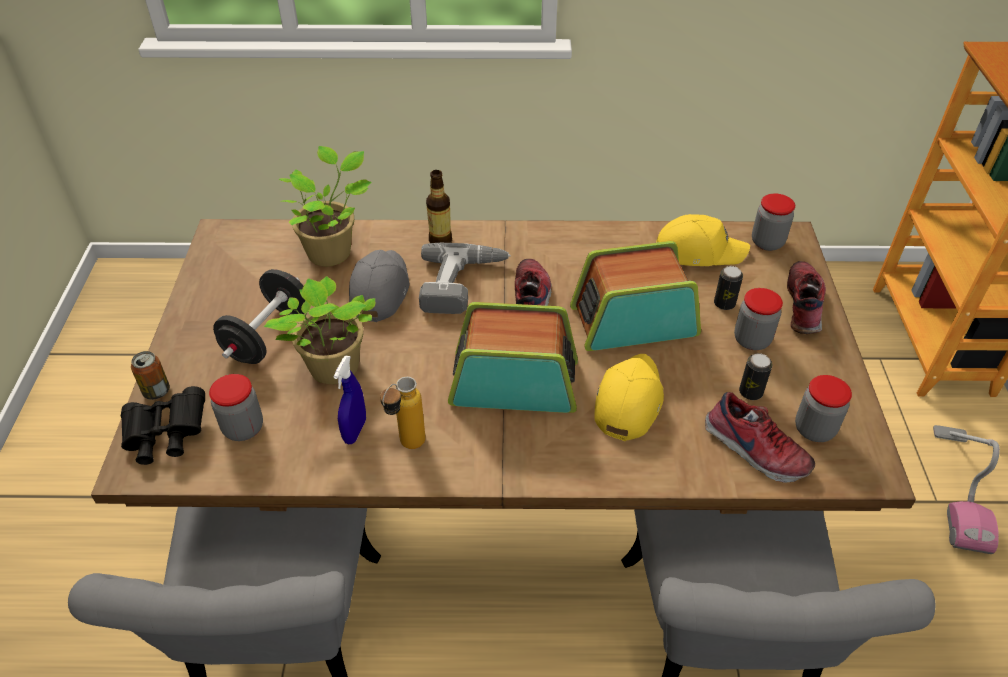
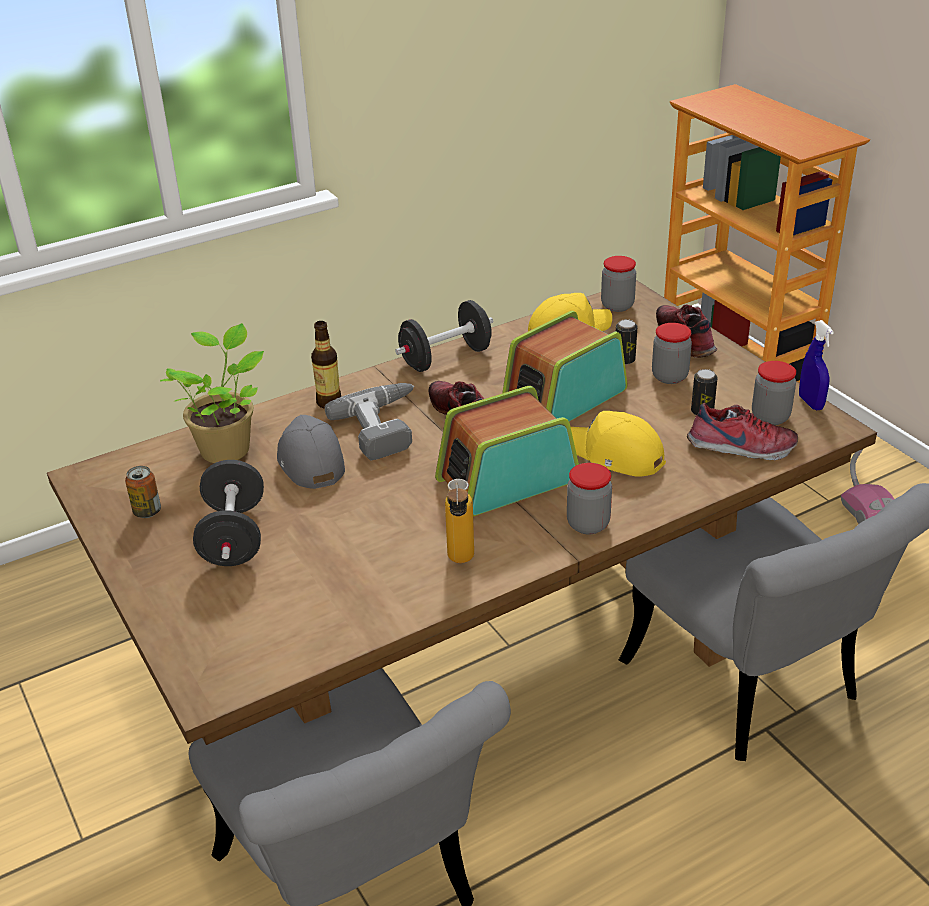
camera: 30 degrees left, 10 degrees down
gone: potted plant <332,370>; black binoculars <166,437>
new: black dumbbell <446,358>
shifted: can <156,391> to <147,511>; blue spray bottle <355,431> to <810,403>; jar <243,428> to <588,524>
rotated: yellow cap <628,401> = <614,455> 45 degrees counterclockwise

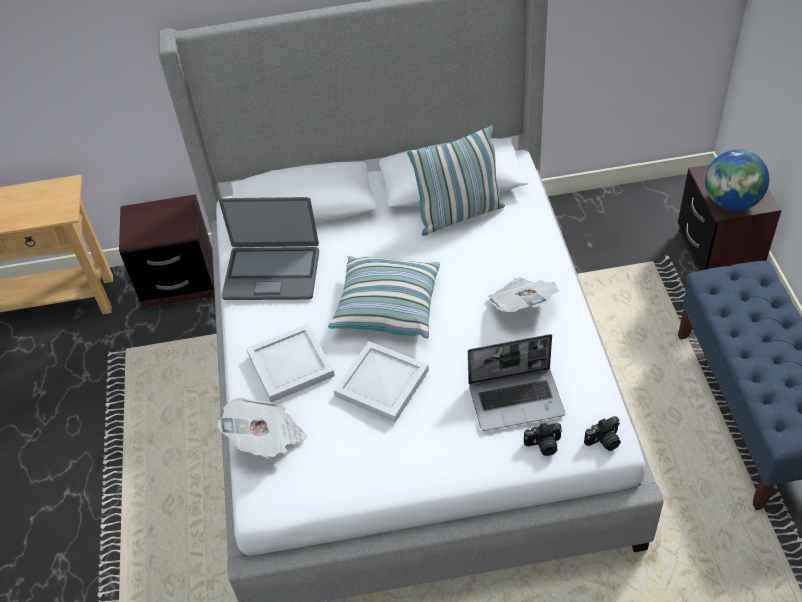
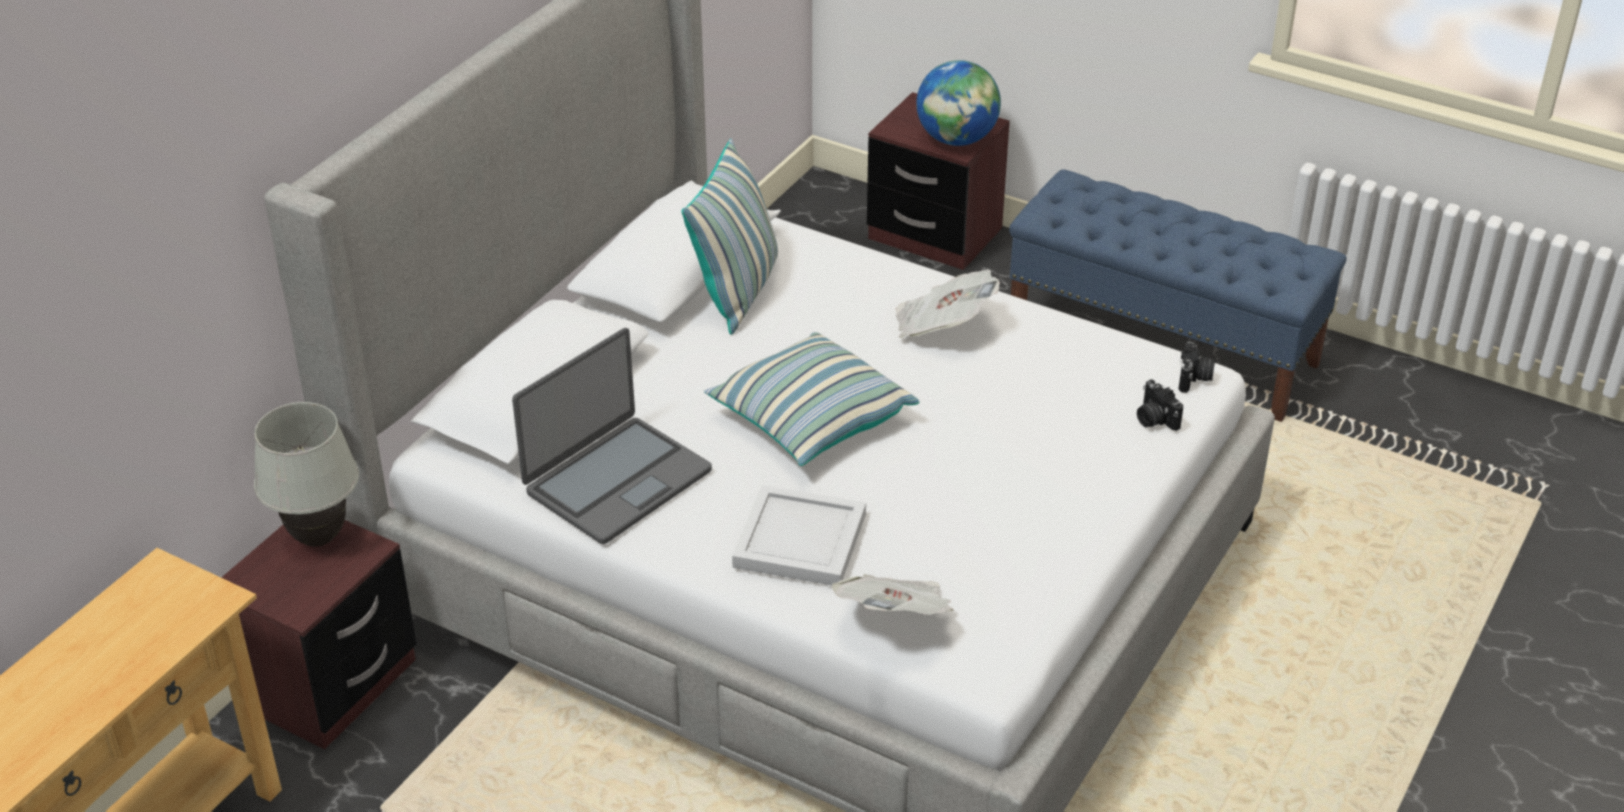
camera: 55 degrees left, 10 degrees down
gone: laptop <517,399>; white tray <382,384>
new: white table lamp <319,537>
rotated: photo camera <543,445> = <1154,419> 120 degrees clockwise

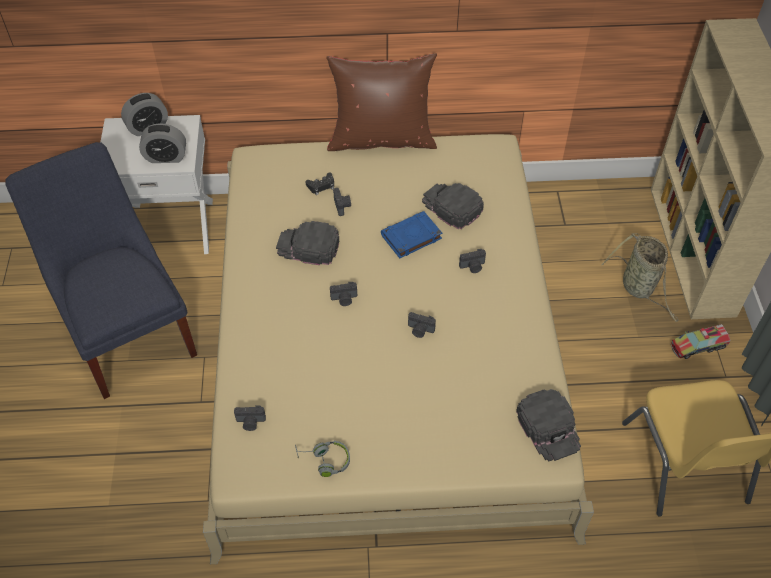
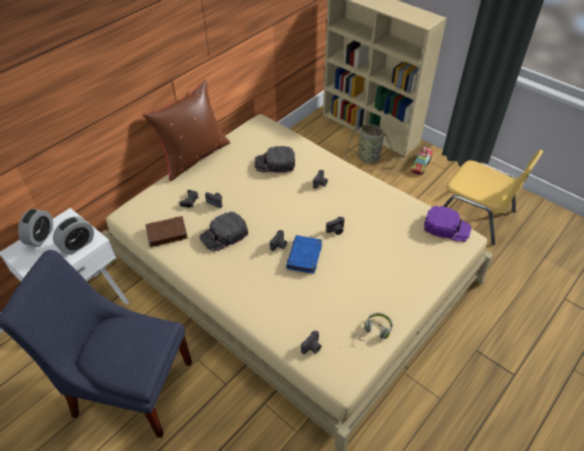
camera: 45 degrees left, 5 degrees down
new: brown book <166,233>
shifted: blue book <411,237> to <304,256>
repainted: black cap <549,428> to purple cap <447,227>

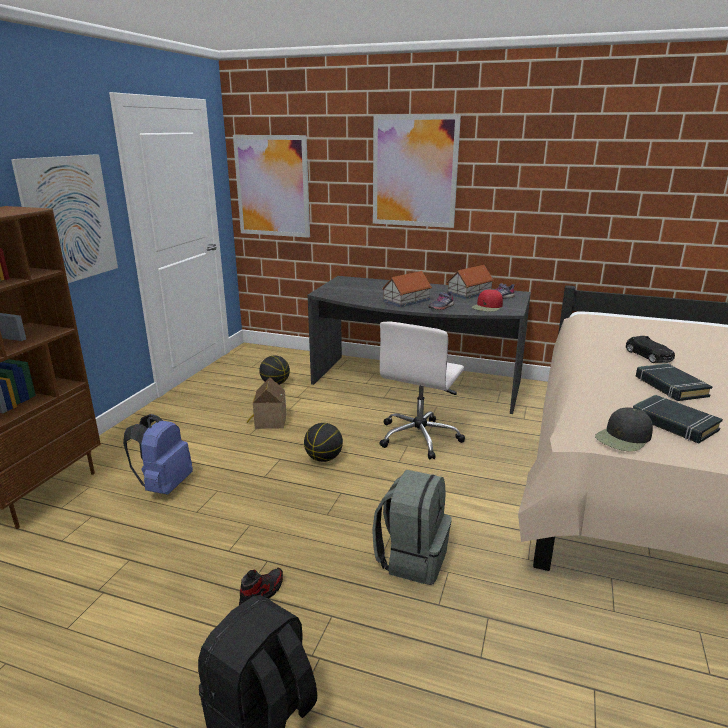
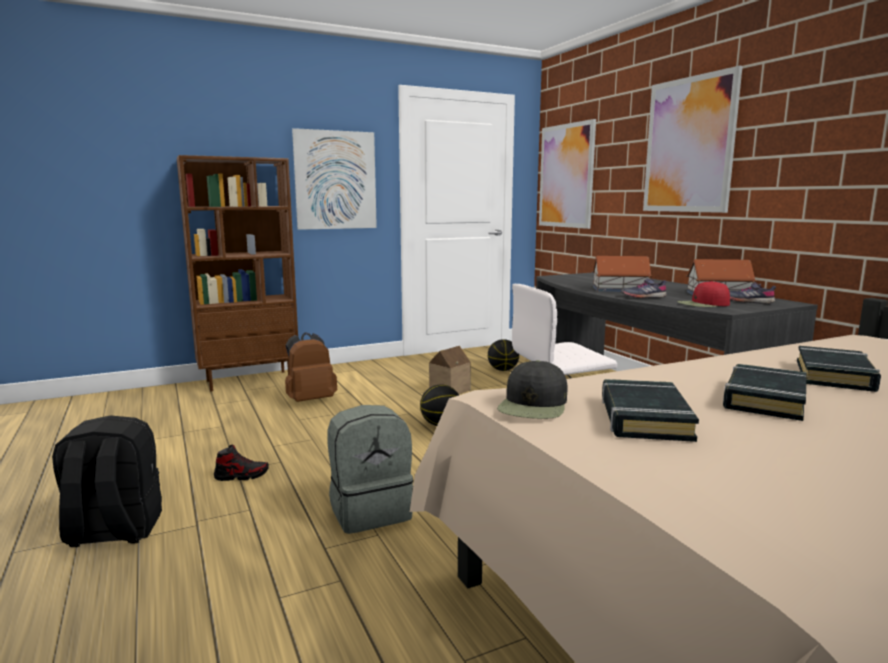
camera: 45 degrees right, 10 degrees down
swapped: black toy car <649,356> to black book <834,375>
repainted: blue backpack <164,486> to brown backpack <310,400>
rotated: black cap <624,438> = <534,405> 75 degrees counterclockwise

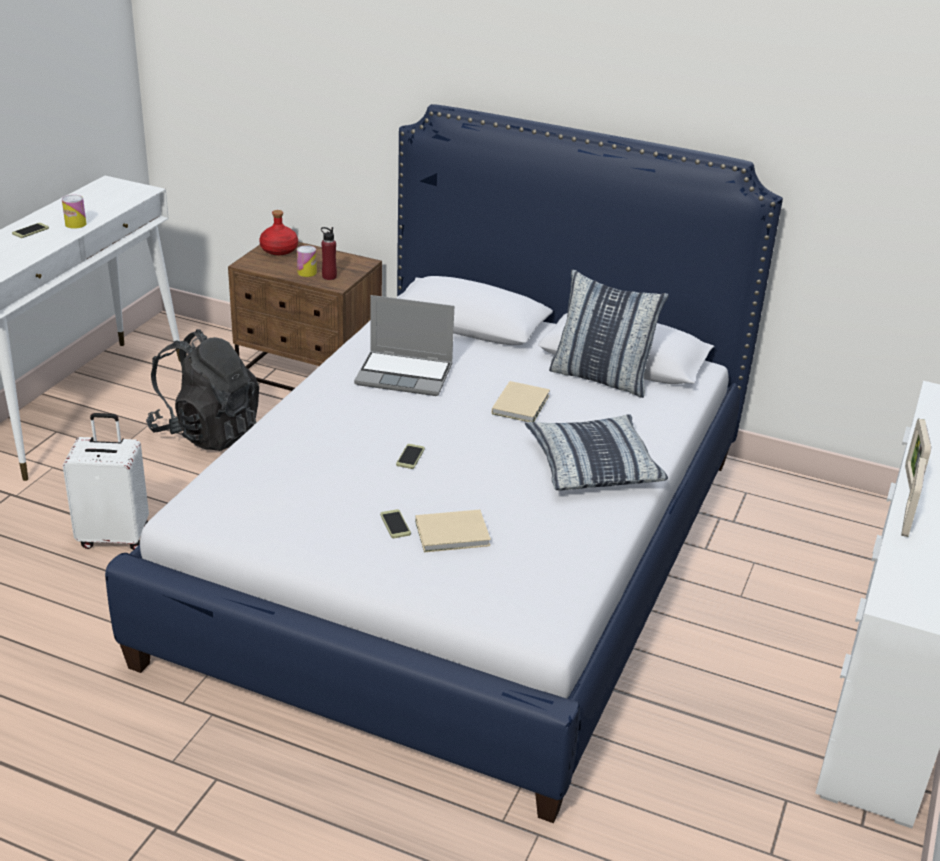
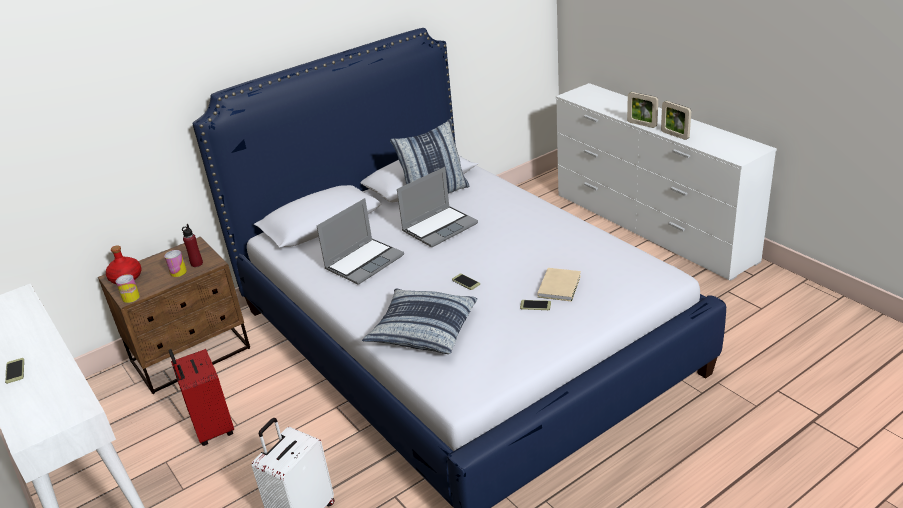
camera: 55 degrees left, 0 degrees up
shifted: can <75,224> to <131,297>; pillow <592,465> to <422,330>
swapped: black backpack <206,432> to red suitcase <212,429>; beige book <522,404> to laptop <440,227>

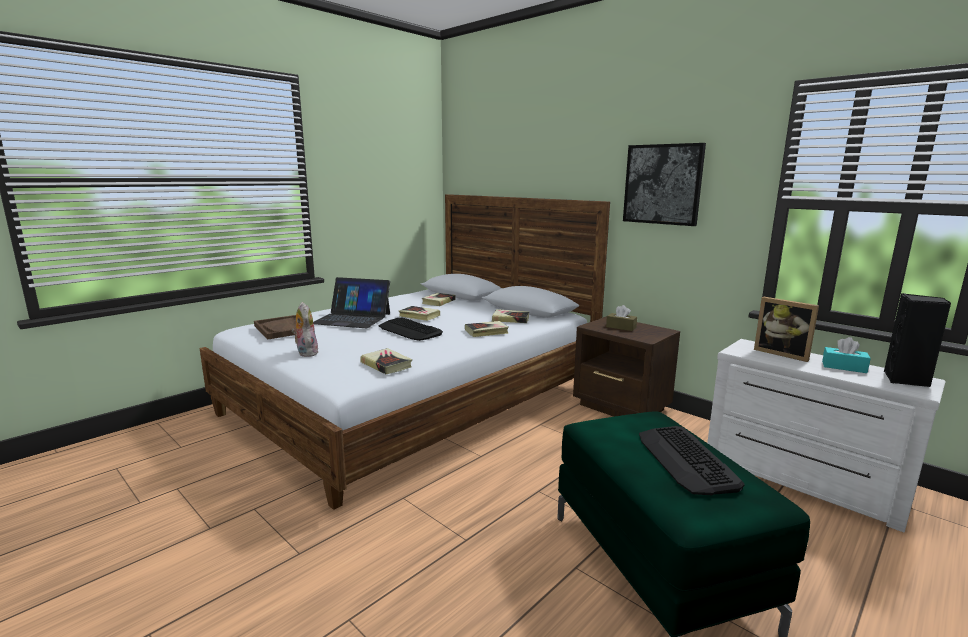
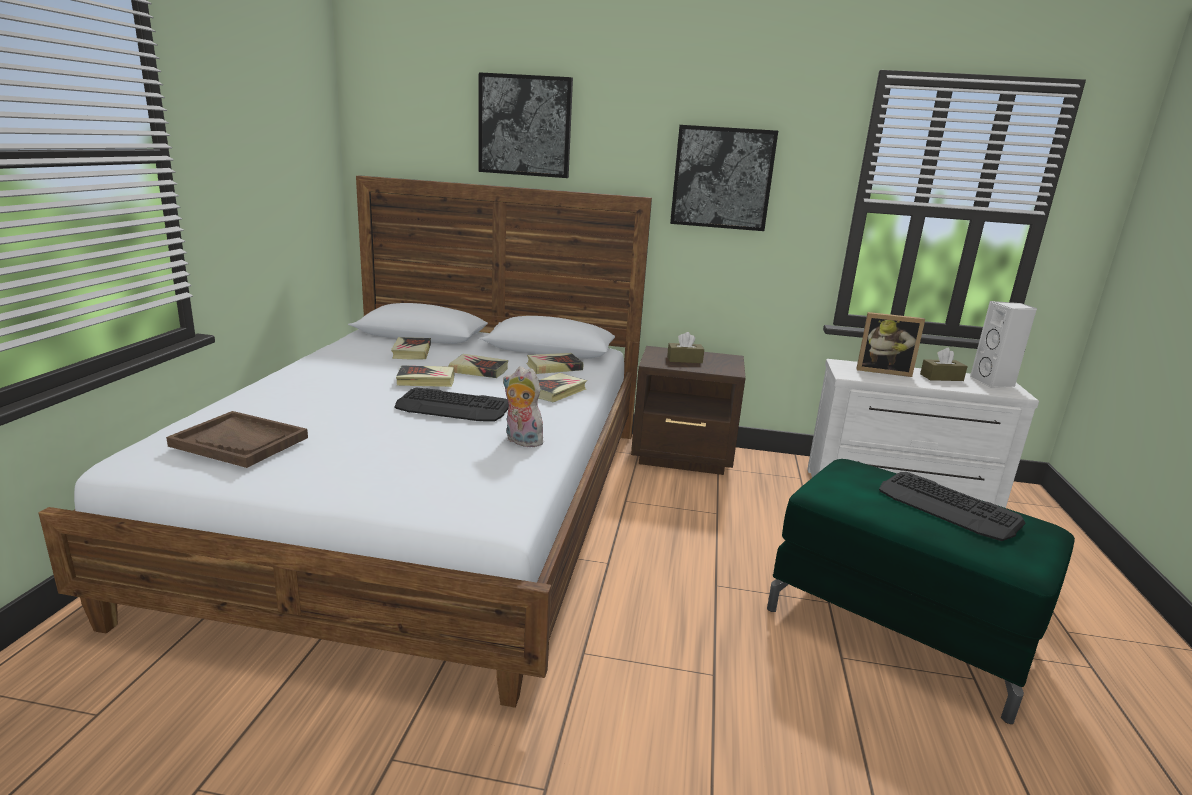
camera: 35 degrees left, 5 degrees up
gone: laptop <352,318>
new: picture <525,126>
shifted: plush toy <306,352> to <521,441>; book <386,365> to <478,370>
repainted: black speaker <906,380> to white speaker <993,382>; turquoise tissue box <844,367> to brown tissue box <941,377>

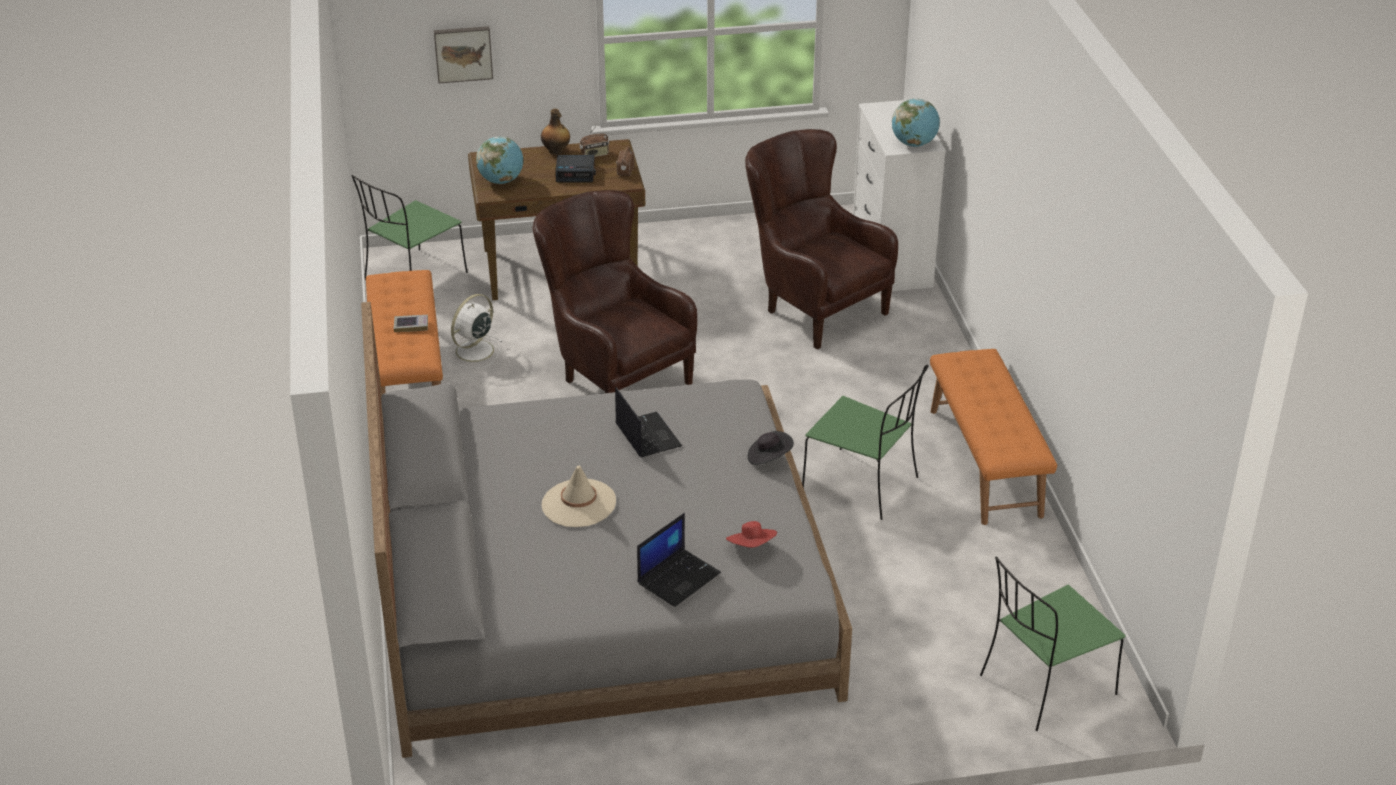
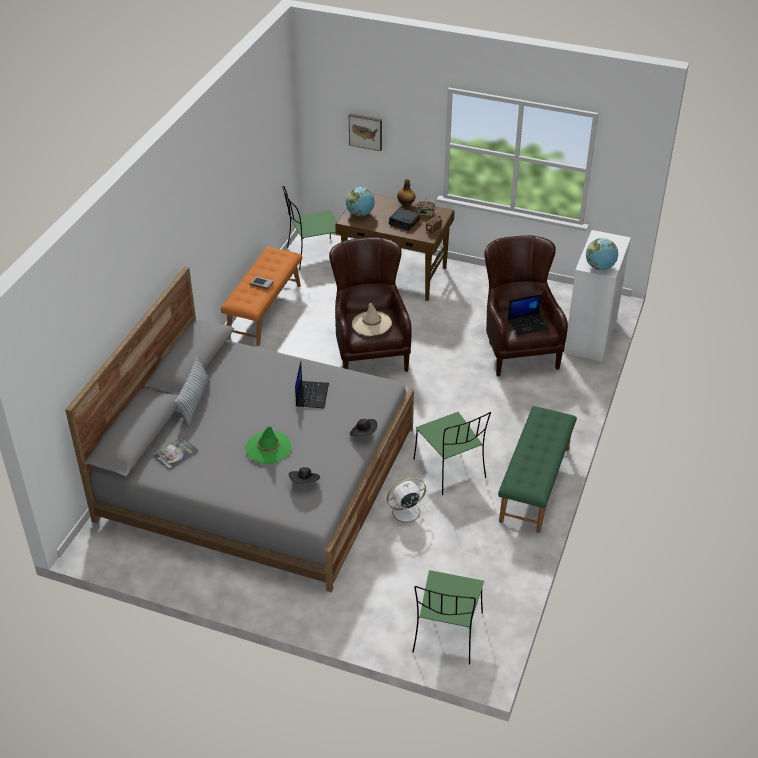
camera: 30 degrees right, 5 degrees up
new: pillow <194,403>; green hat <268,447>; book <175,454>
shifted: white fan <473,352> to <404,512>; beige hat <578,504> to <371,323>; laptop <678,577> to <528,324>
repainted: orange bench <986,462> to green bench <535,484>; red hat <752,547> to black hat <305,482>
rotated: green chair <1045,686> = <447,634> 75 degrees counterclockwise

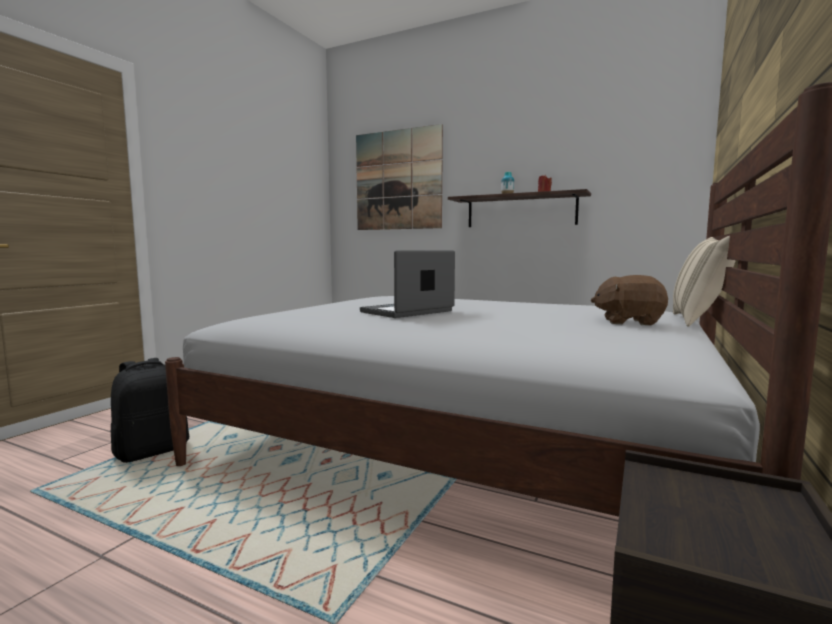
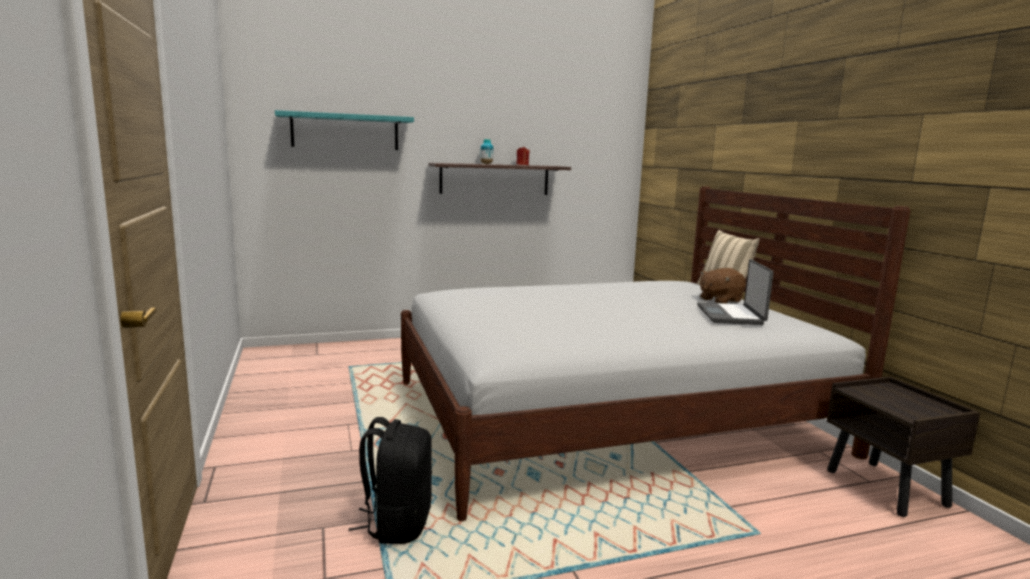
camera: 45 degrees left, 5 degrees up
shifted: laptop <408,312> to <731,315>
swapped: picture <398,180> to turquoise shelf <345,131>

